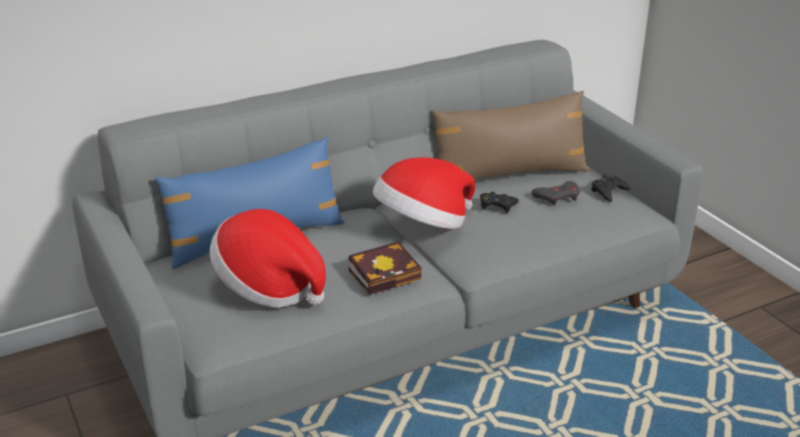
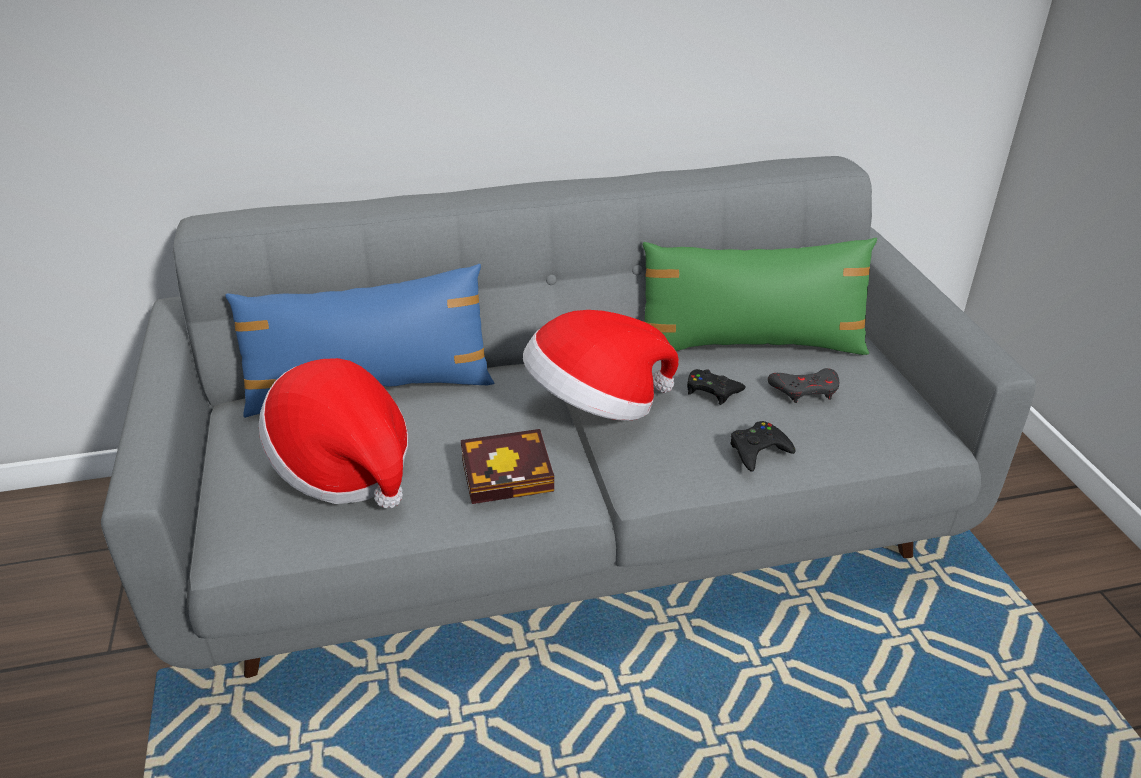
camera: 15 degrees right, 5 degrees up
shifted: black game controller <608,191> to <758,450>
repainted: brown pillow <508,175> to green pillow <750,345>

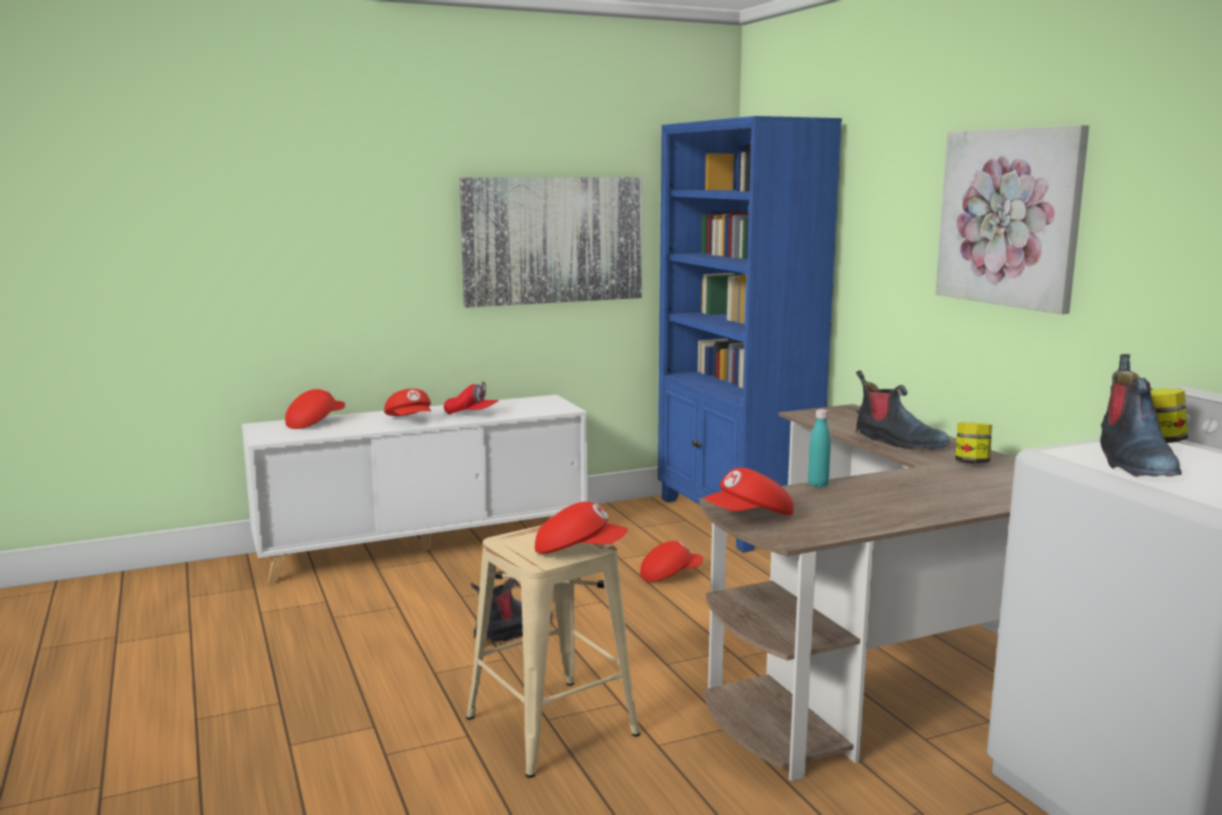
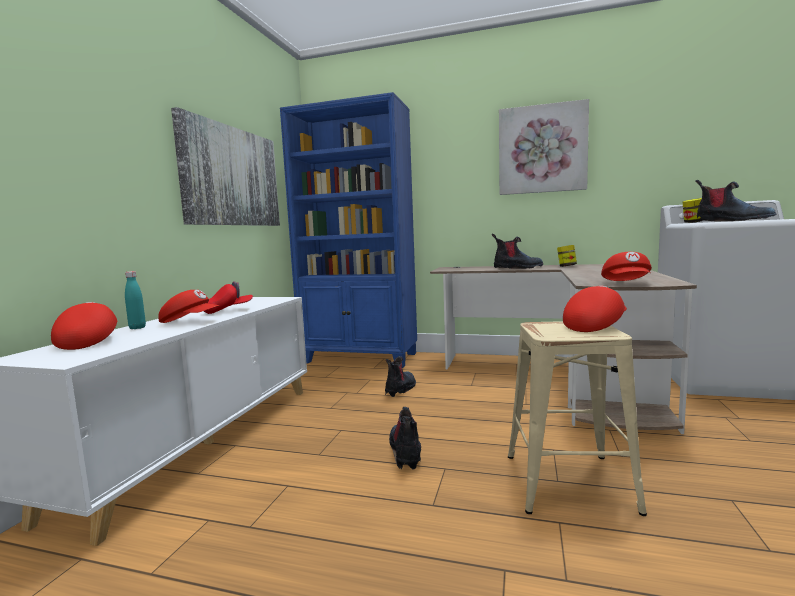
camera: 50 degrees left, 5 degrees down
shifted: turquoise bottle <818,485> to <137,328>
swapped: red cap <670,575> to boot <401,388>

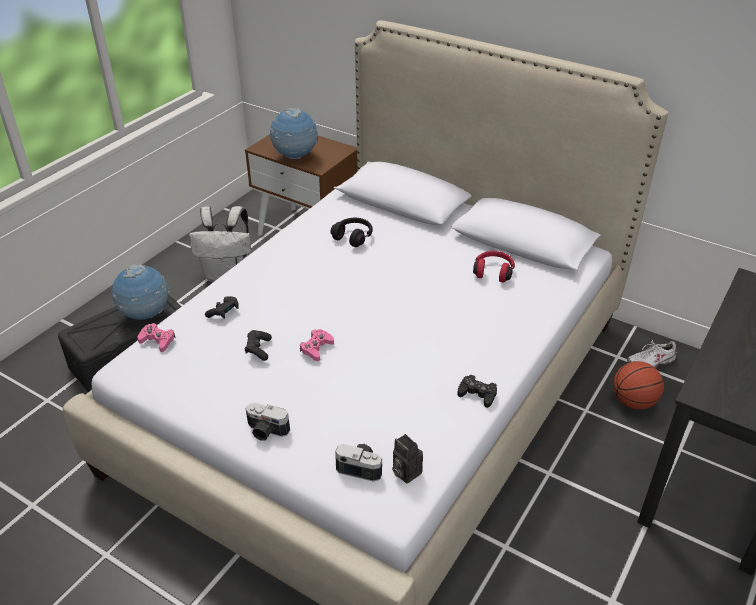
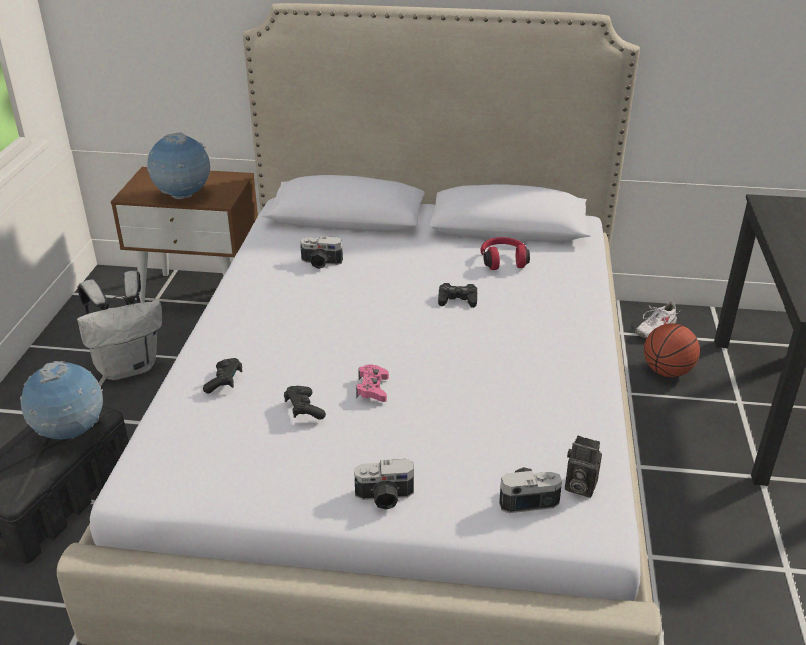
camera: 25 degrees left, 5 degrees down
gone: pink game controller <157,340>
shifted: black game controller <477,394> to <457,299>
swapped: black headphones <353,237> to photo camera <321,263>

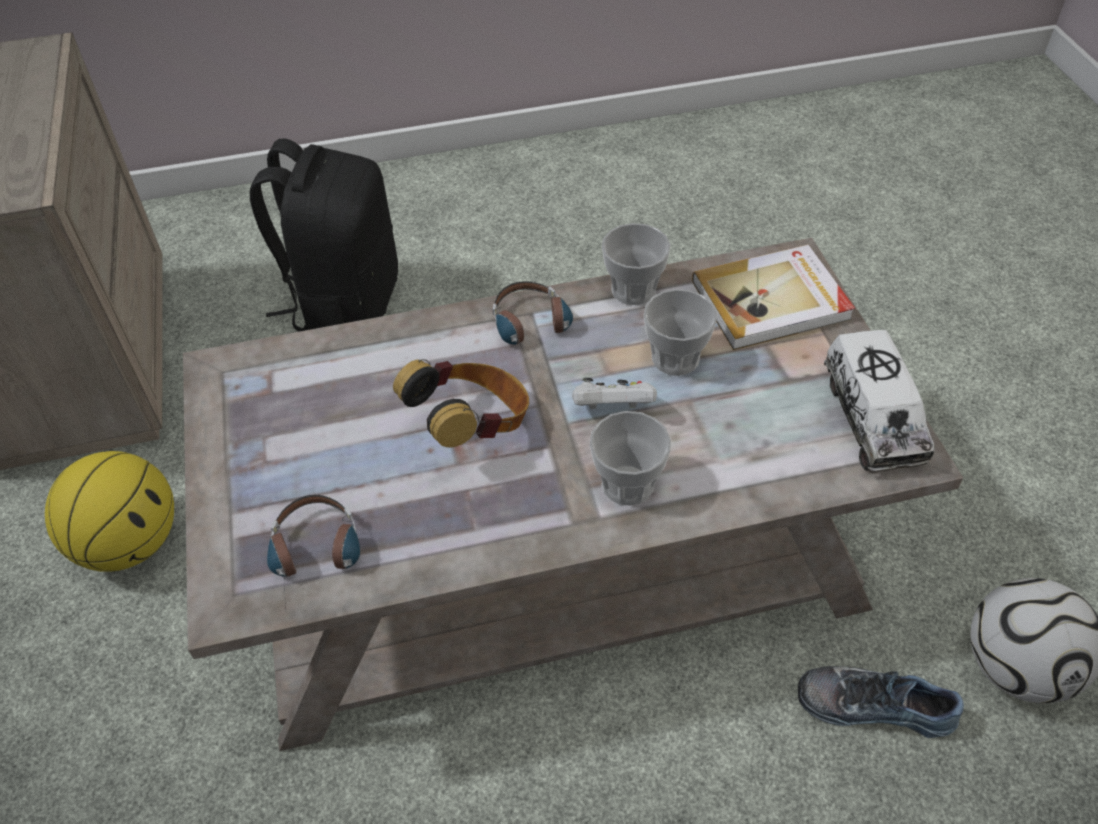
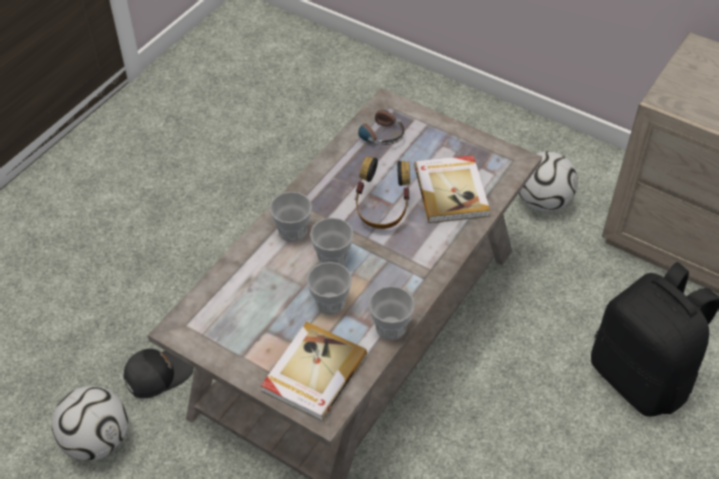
camera: 135 degrees right, 0 degrees up
gone: headphones <534,331>; toy truck <872,418>
new: book <452,191>
swapped: white game controller <612,409> to cup <332,258>; basketball <131,542> to football <543,202>; shoe <874,704> to black cap <158,373>

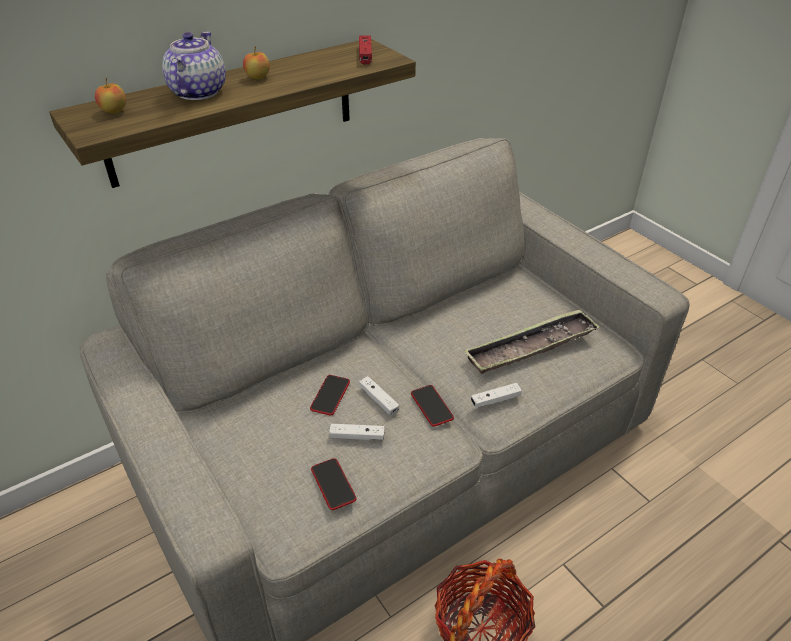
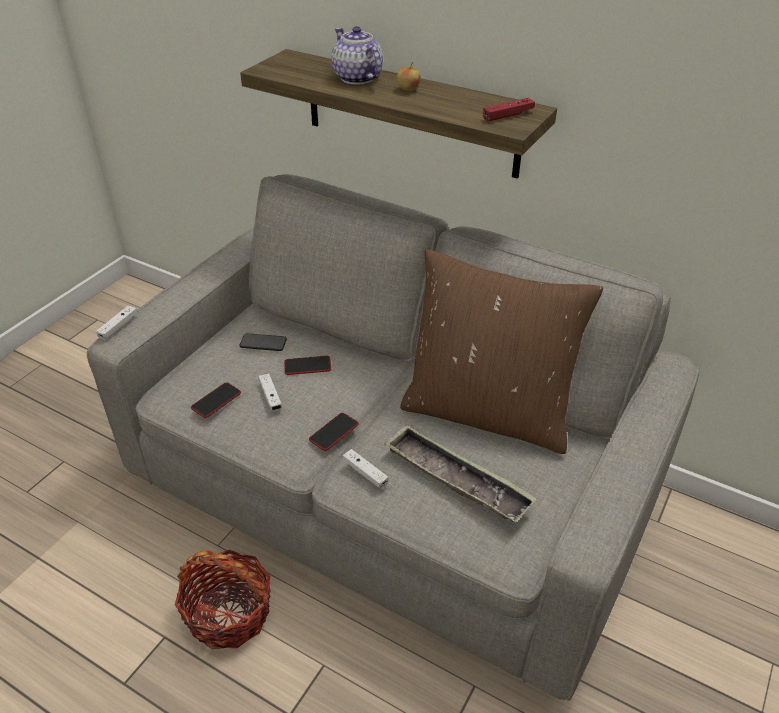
camera: 65 degrees right, 0 degrees up
gone: apple <114,111>
new: brown pillow <488,412>; phone <263,343>
shifted: white game controller <378,400> to <118,327>
rotated: teapot <197,92> = <357,78> 105 degrees counterclockwise

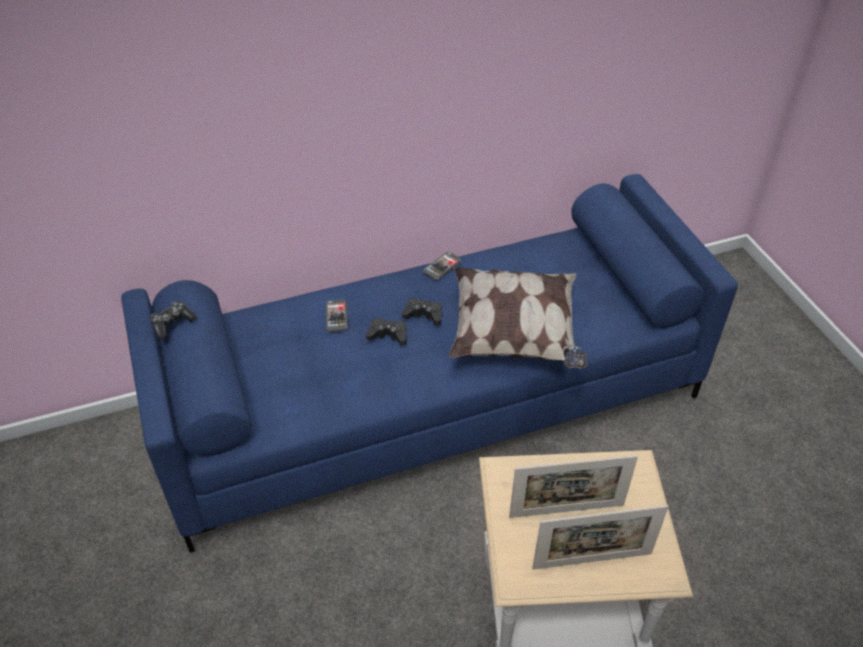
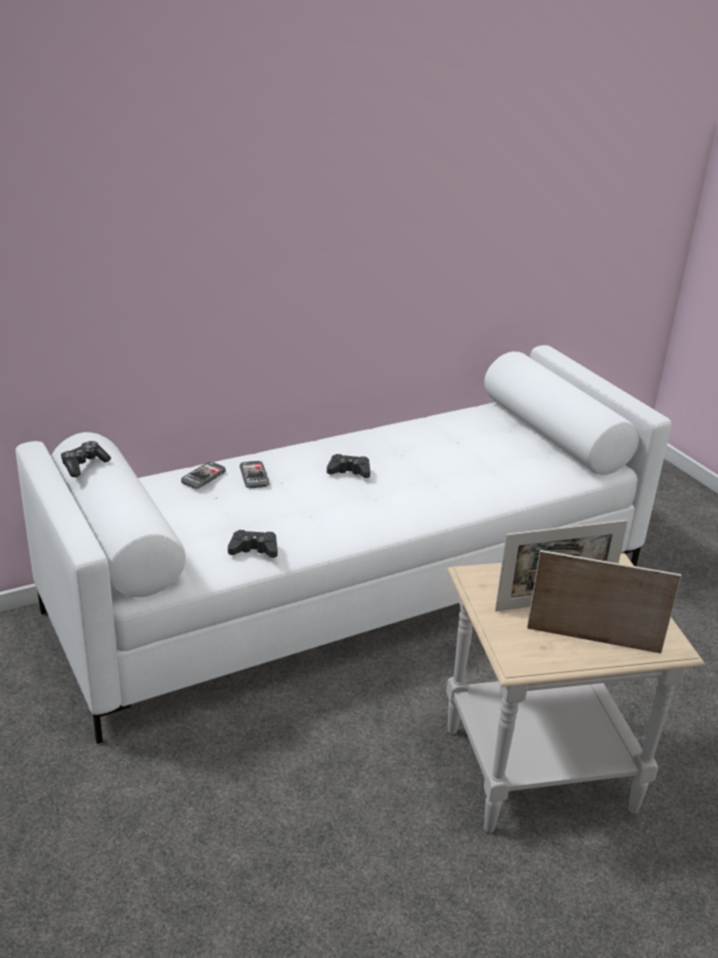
camera: 10 degrees left, 15 degrees down
gone: pillow <514,336>
shifted: phone <442,267> to <203,477>; black game controller <388,335> to <254,550>
repainted: blue sofa <432,401> to white sofa <353,588>
rotated: picture frame <592,561> = <593,640> 150 degrees counterclockwise

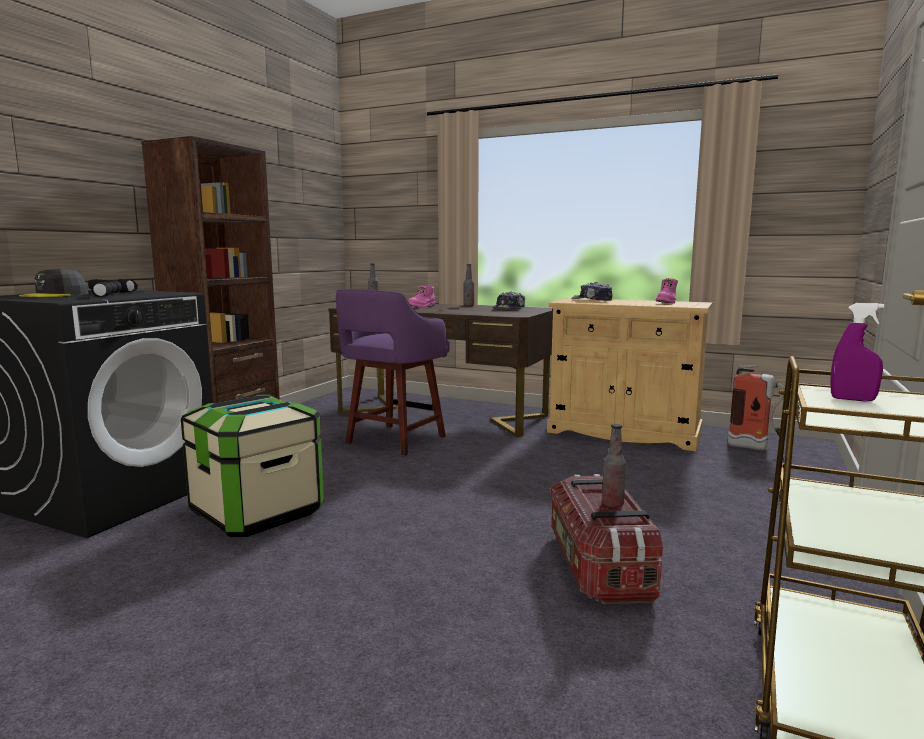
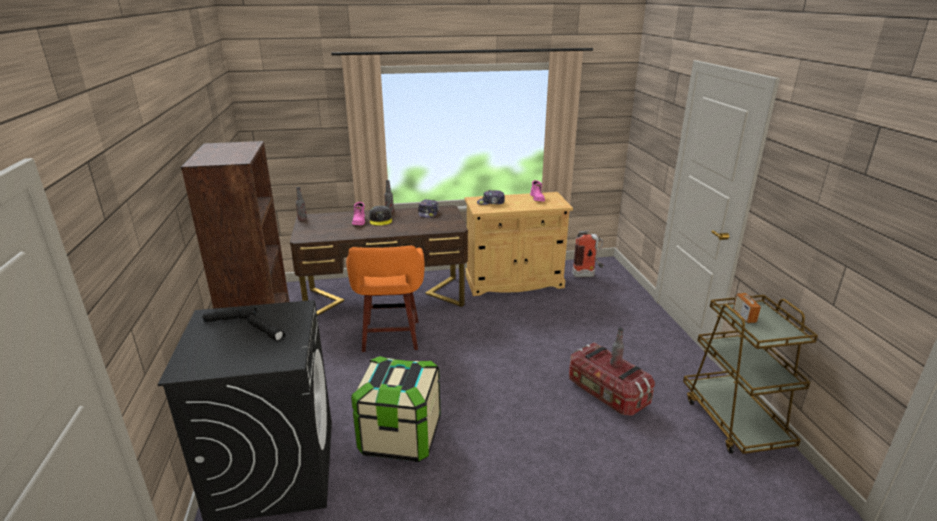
camera: 35 degrees left, 15 degrees up
shifted: grey cap <55,295> to <380,220>
swapped: purple spray bottle <852,399> to radio <744,316>
repainted: purple stool <394,441> to orange stool <391,337>

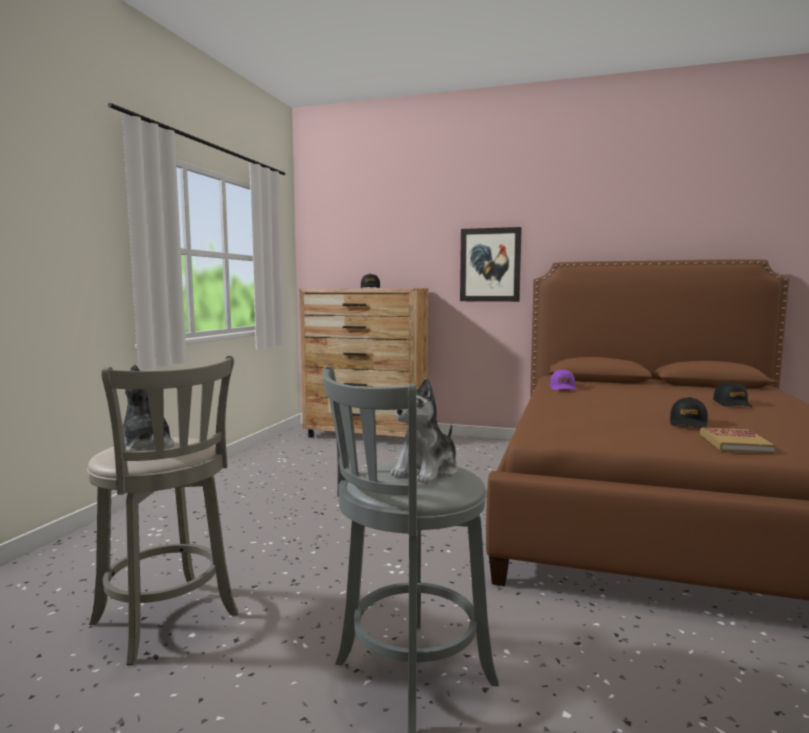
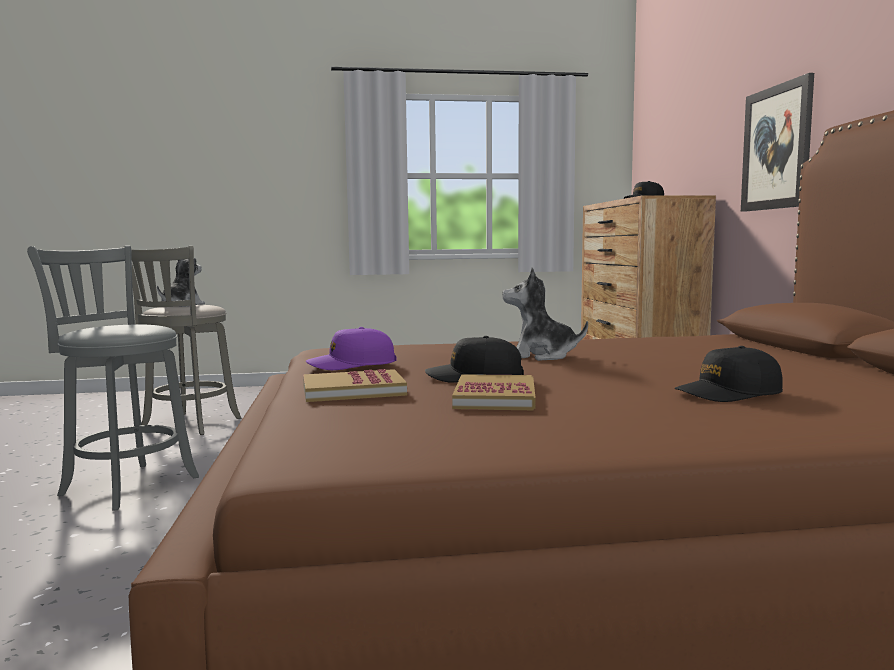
camera: 65 degrees right, 0 degrees up
new: book <495,397>
shifted: purple cap <563,388> to <352,365>; plush toy <427,471> to <540,356>

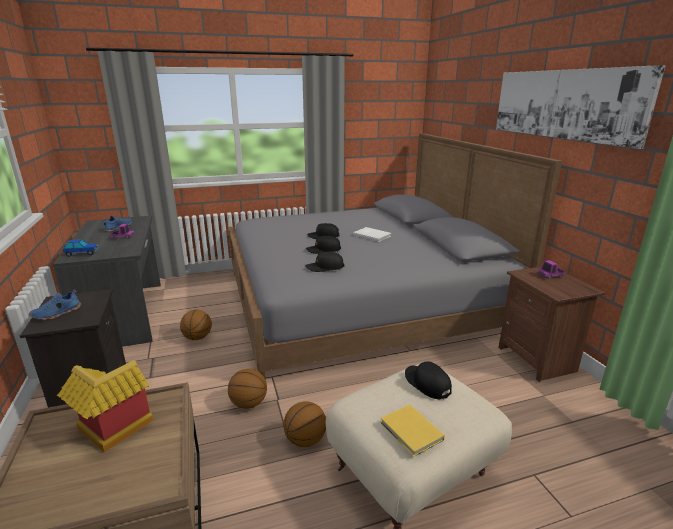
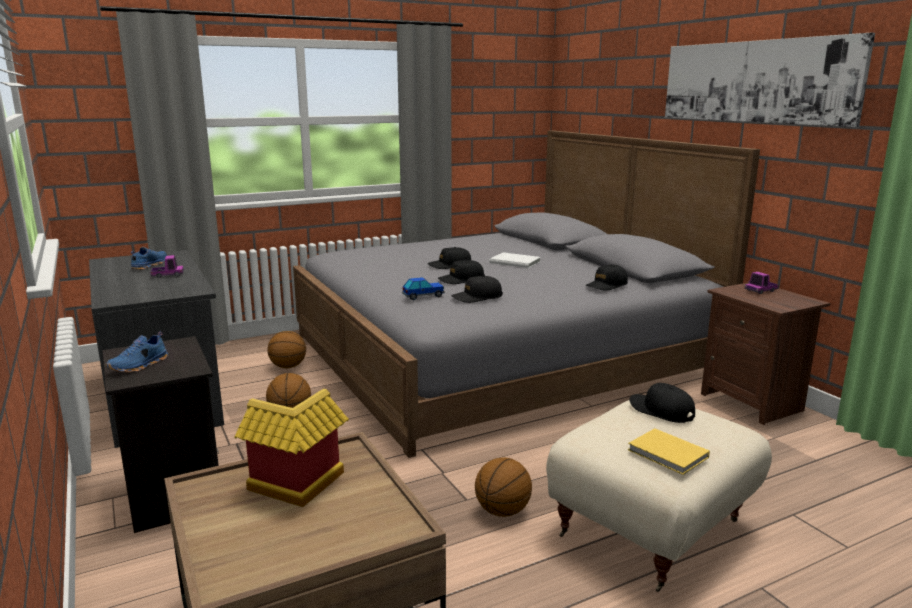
camera: 10 degrees left, 5 degrees down
new: black cap <606,285>
shifted: toy car <82,253> to <423,296>; basketball <248,403> to <288,366>

